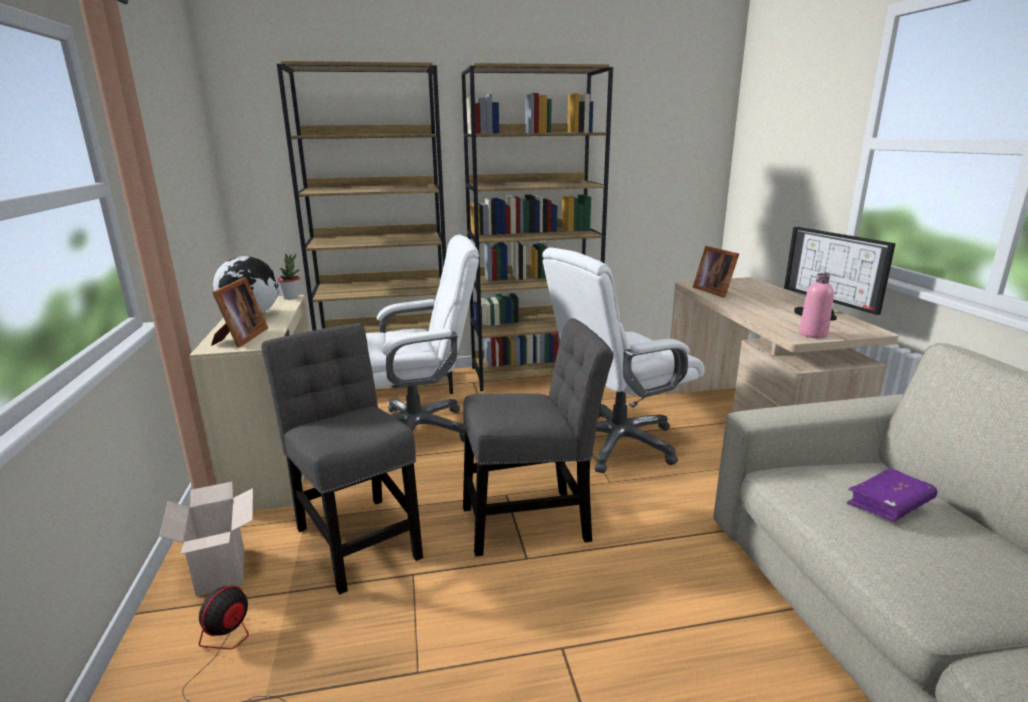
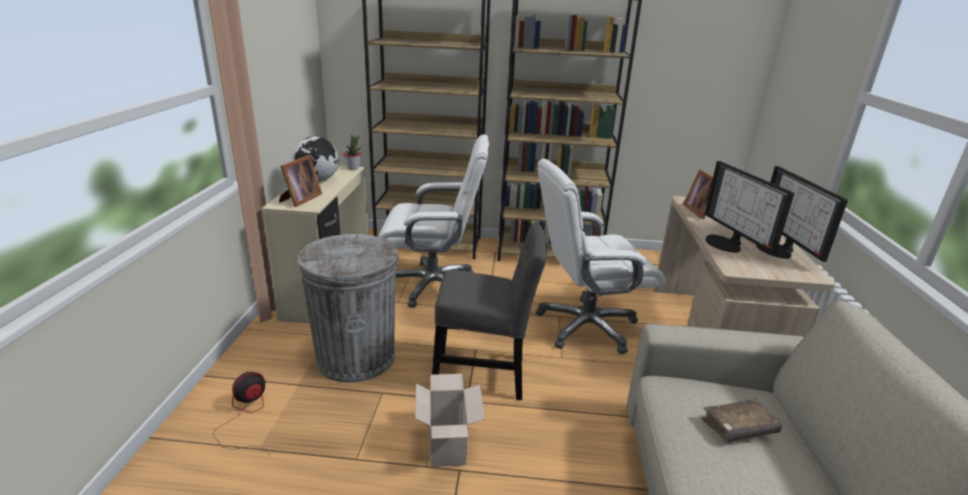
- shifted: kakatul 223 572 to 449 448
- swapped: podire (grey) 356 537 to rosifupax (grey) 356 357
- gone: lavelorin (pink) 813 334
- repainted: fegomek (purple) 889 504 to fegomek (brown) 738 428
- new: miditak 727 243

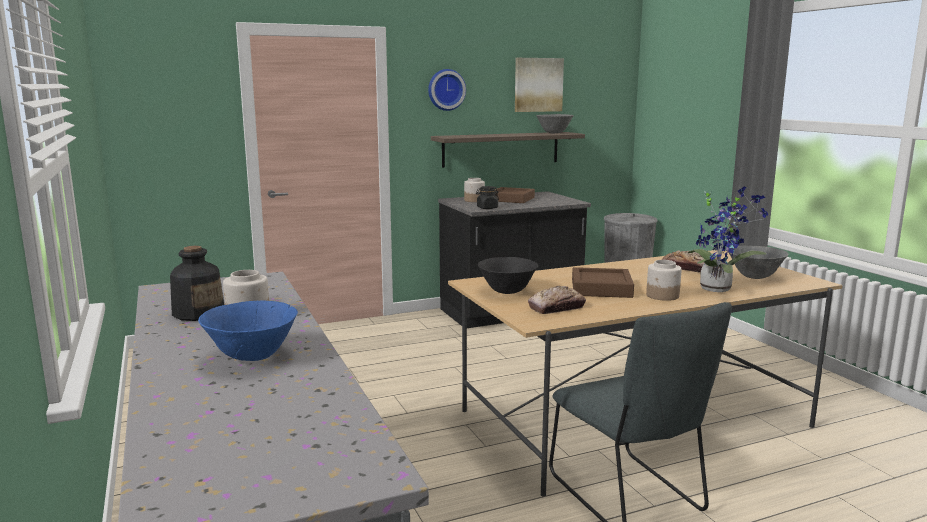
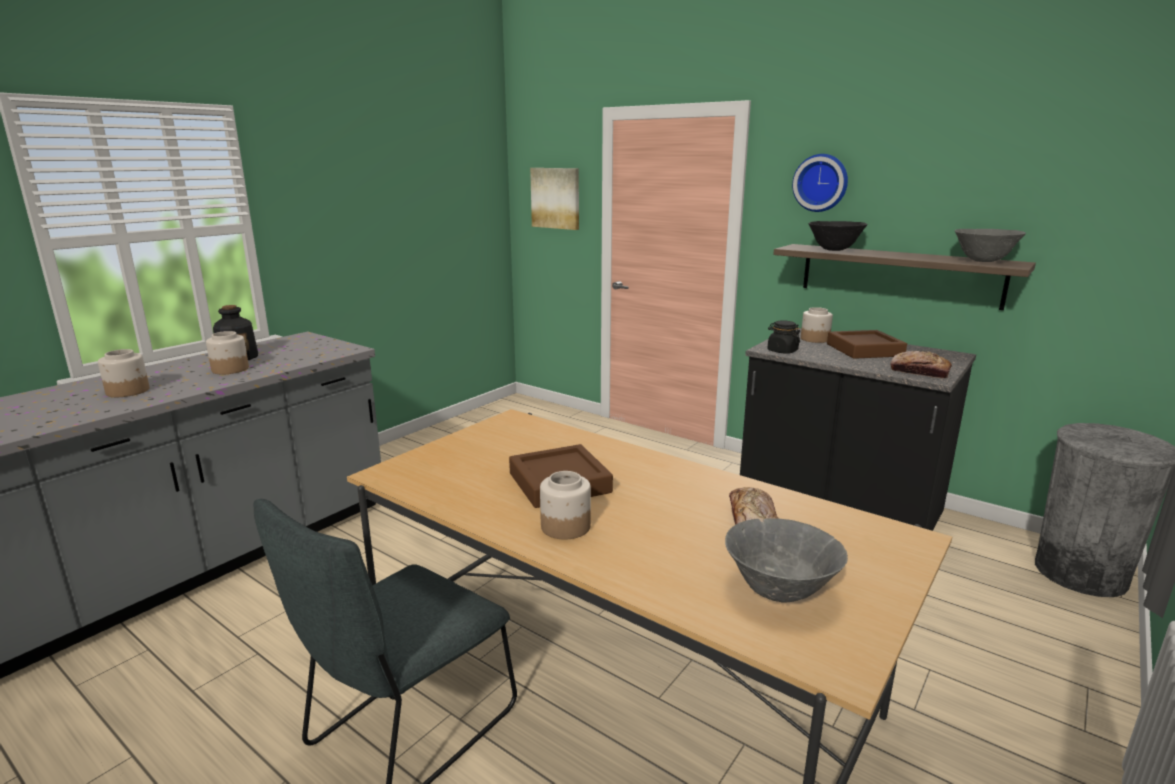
- swapped: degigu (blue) 252 357 to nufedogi 128 391
- shifted: degigu (black) 507 292 to 834 250
- shifted: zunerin 538 85 to 556 198
- shifted: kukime 556 308 to 919 371
- gone: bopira 718 288

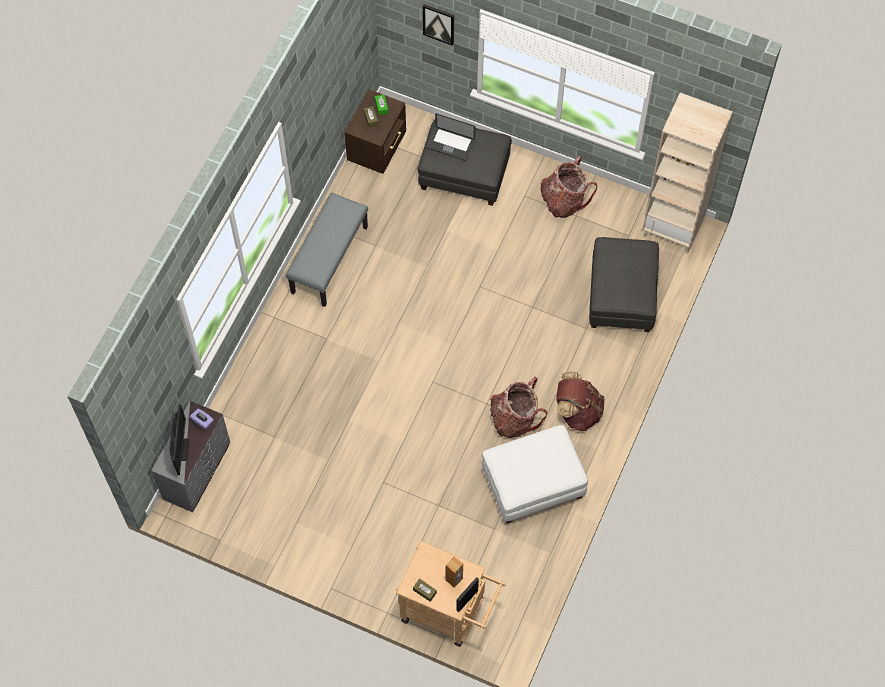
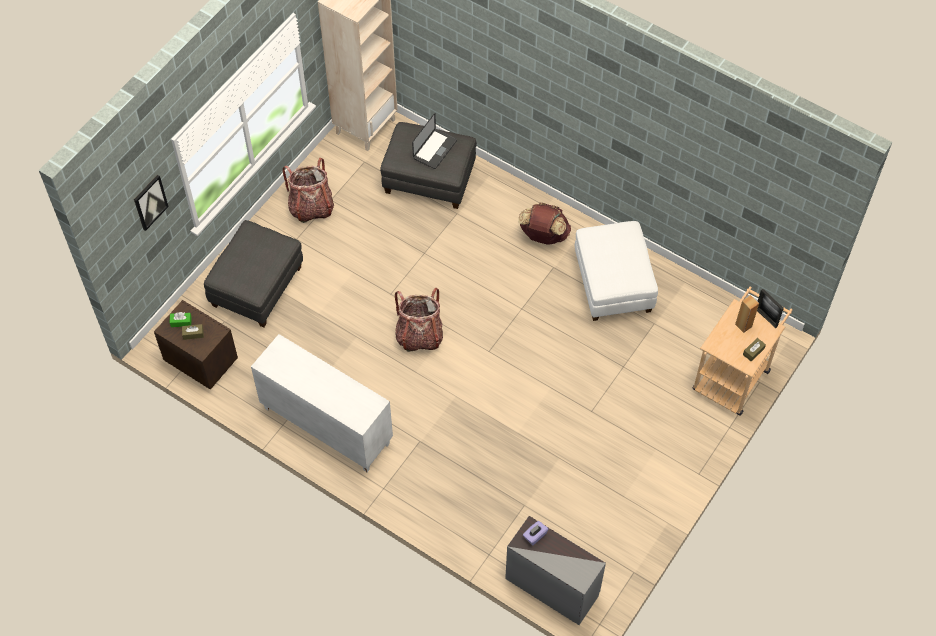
- gone: miditak 180 449
- swapped: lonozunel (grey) 329 259 to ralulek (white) 325 426
- shifted: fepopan 450 144 to 435 149
- shifted: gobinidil 514 418 to 419 335

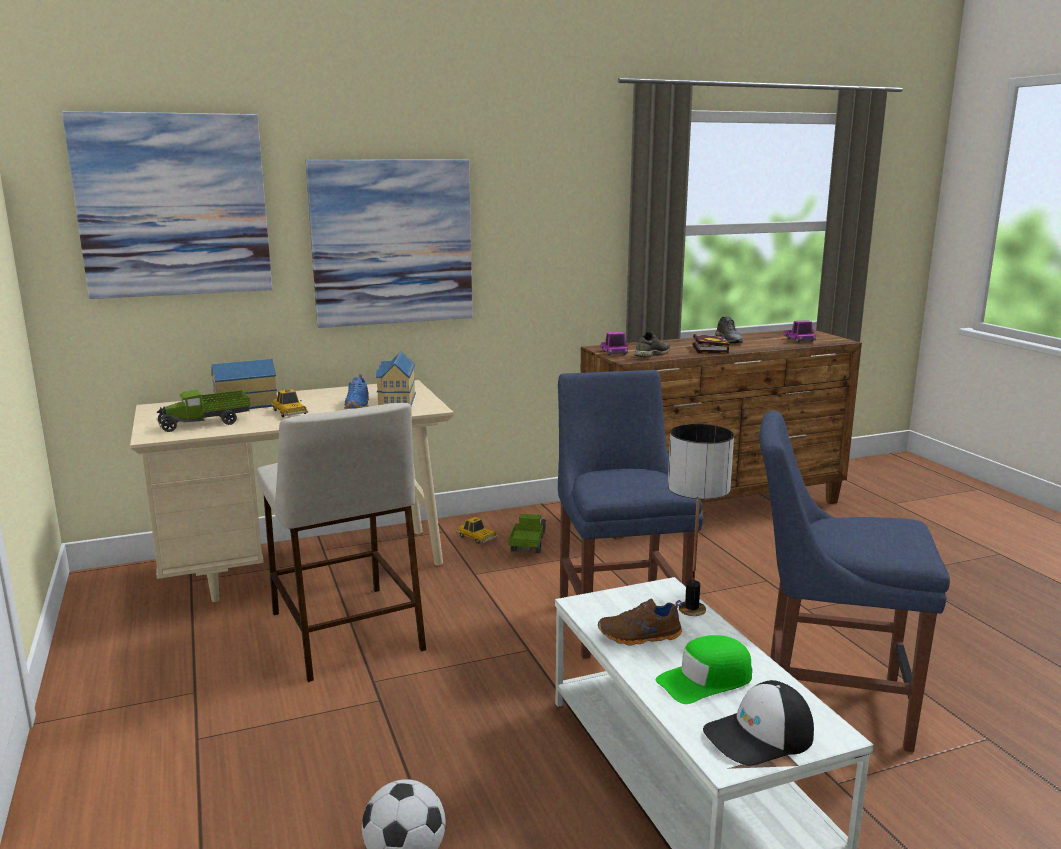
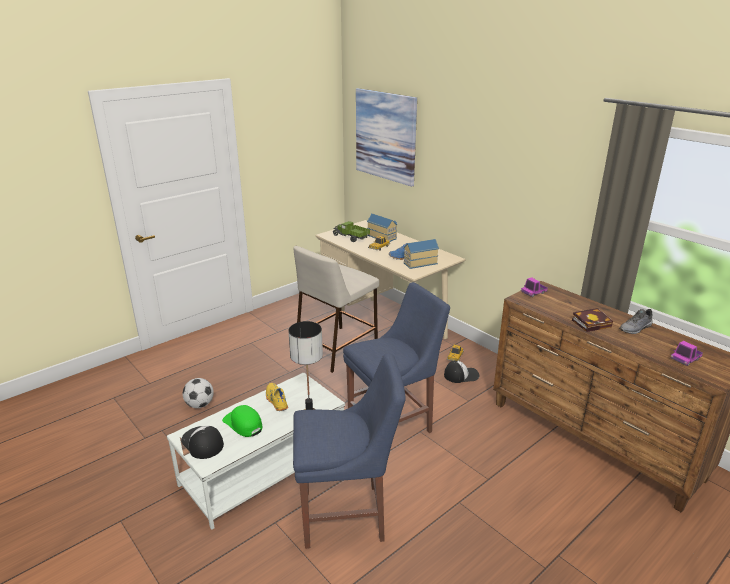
- gone: zunerin 392 242
- swapped: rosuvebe 528 544 to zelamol 461 375
- repainted: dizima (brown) 640 637 to dizima (yellow) 276 401
- gone: dizima (grey) 651 354
- rotated: podire (blue) 825 702 = 348 515 90 degrees clockwise

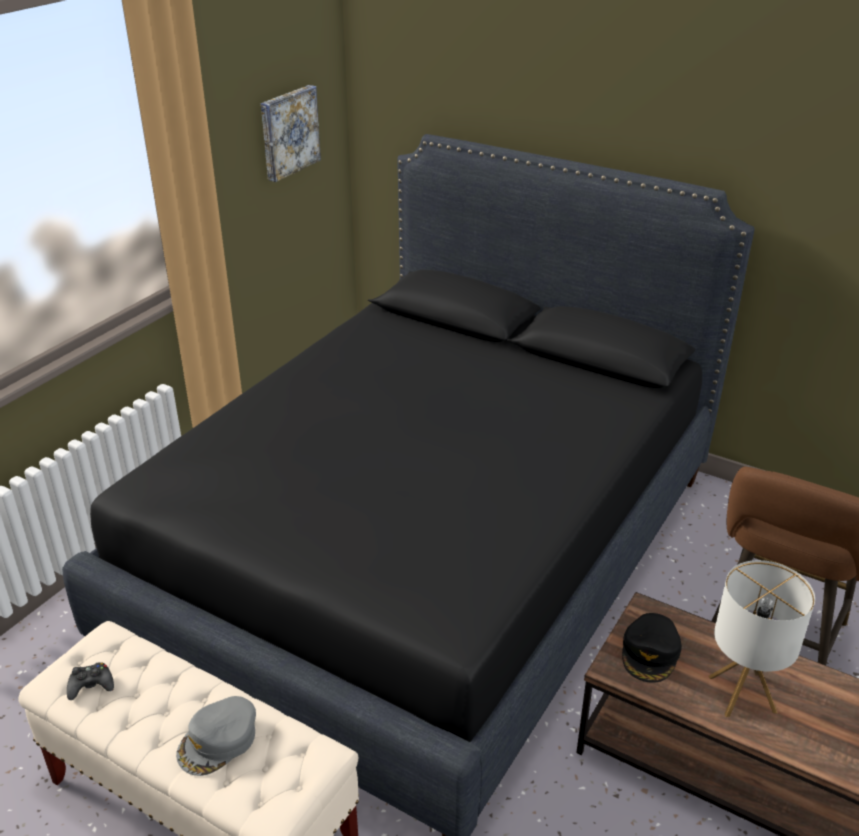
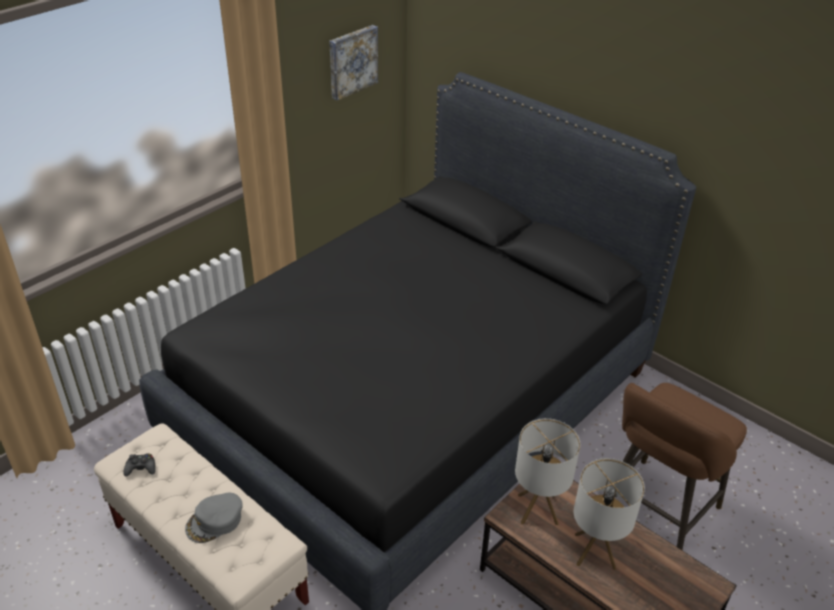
- swapped: zelamol (black) 650 653 to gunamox 538 509

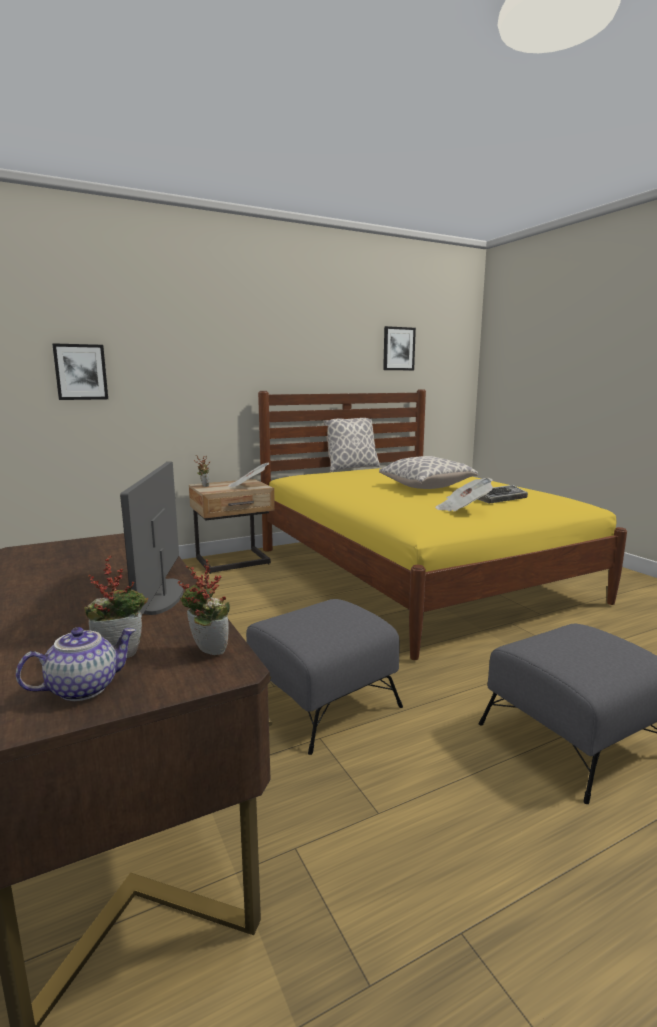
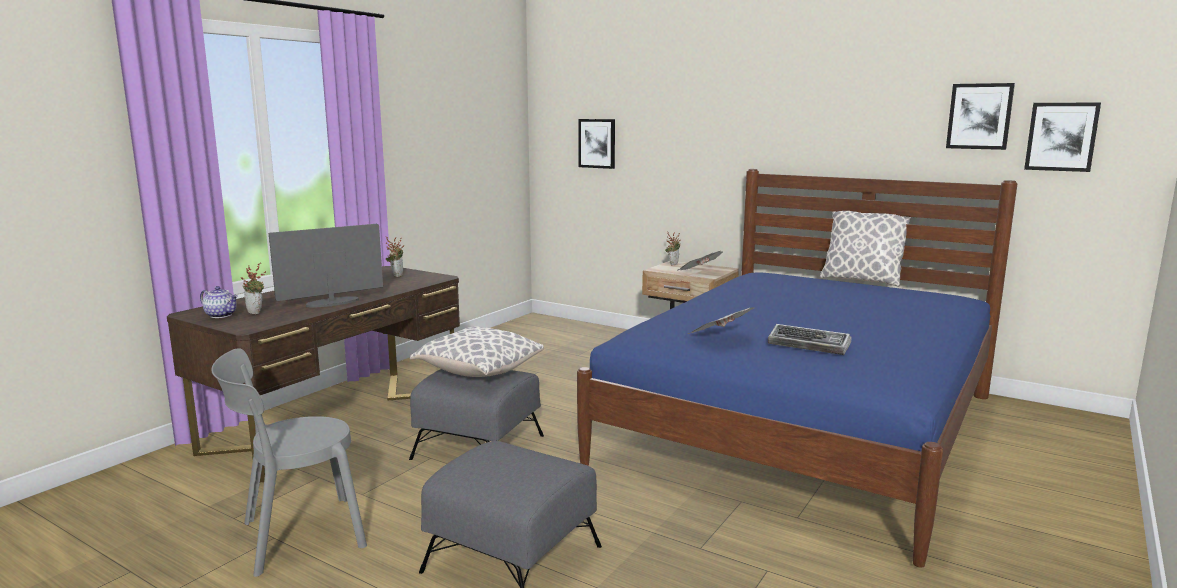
- shifted: bopira 206 652 to 396 275
- repainted: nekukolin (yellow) 415 574 to nekukolin (blue) 803 428
- shifted: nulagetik 426 487 to 478 371
- new: podire (grey) 296 536
- new: zunerin 1061 136

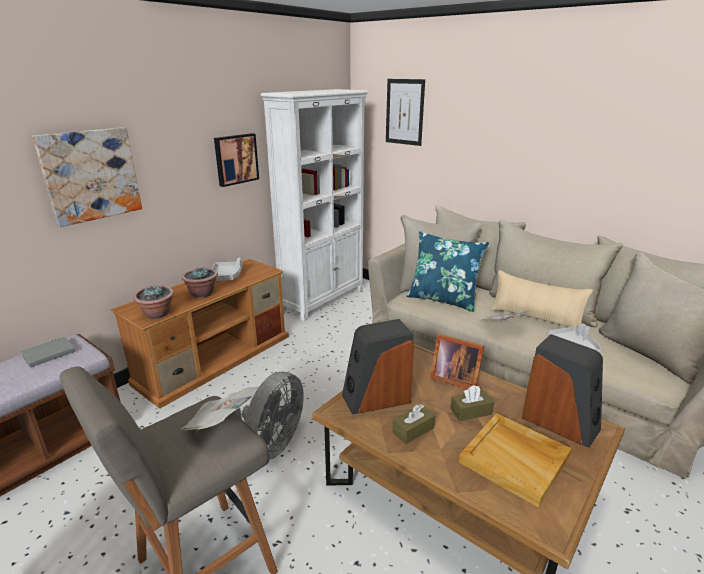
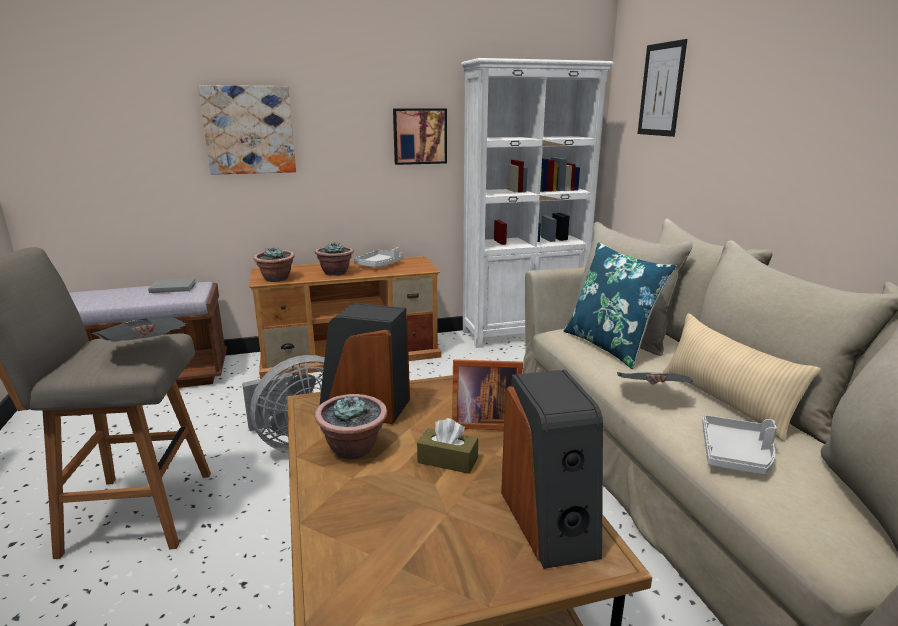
- swapped: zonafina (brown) 413 430 to bopira 354 449
- rotated: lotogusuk 453 378 = 483 421 60 degrees counterclockwise
- gone: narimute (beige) 515 459

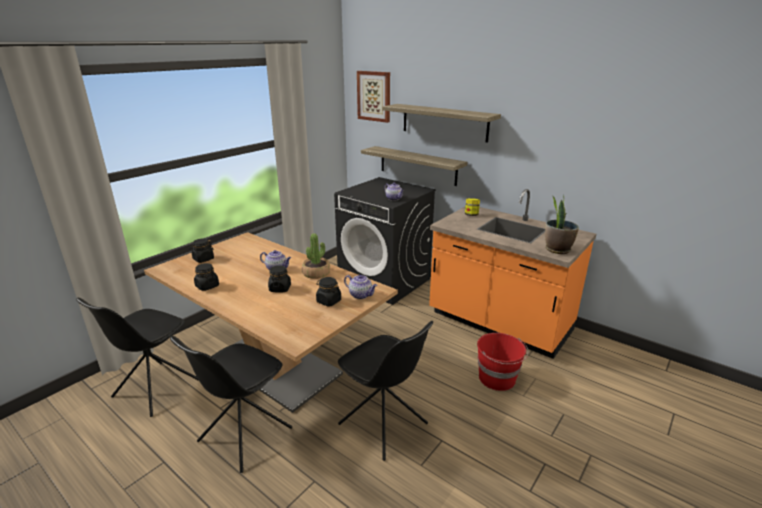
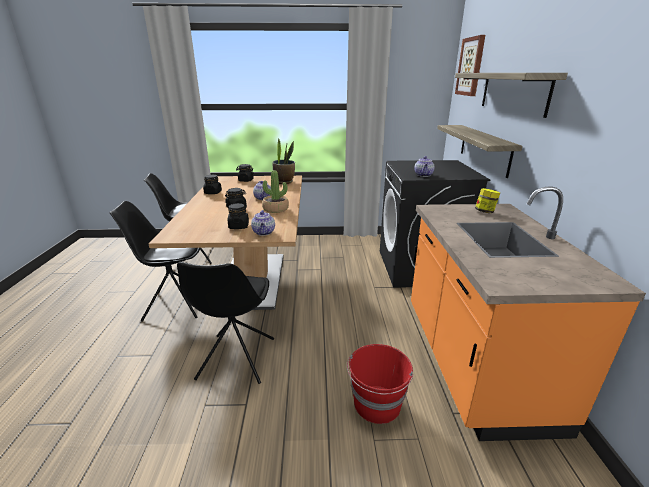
- shifted: bopira 557 249 to 284 182

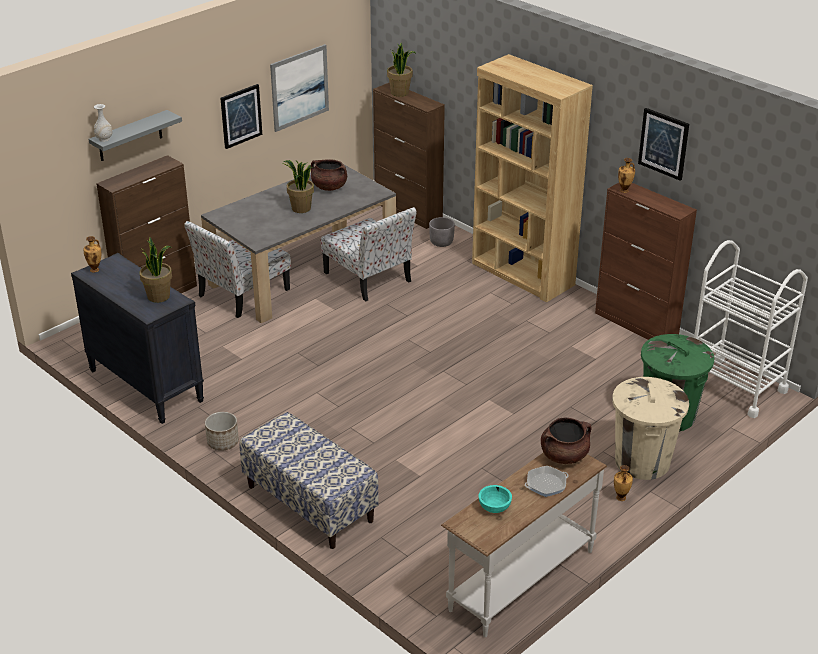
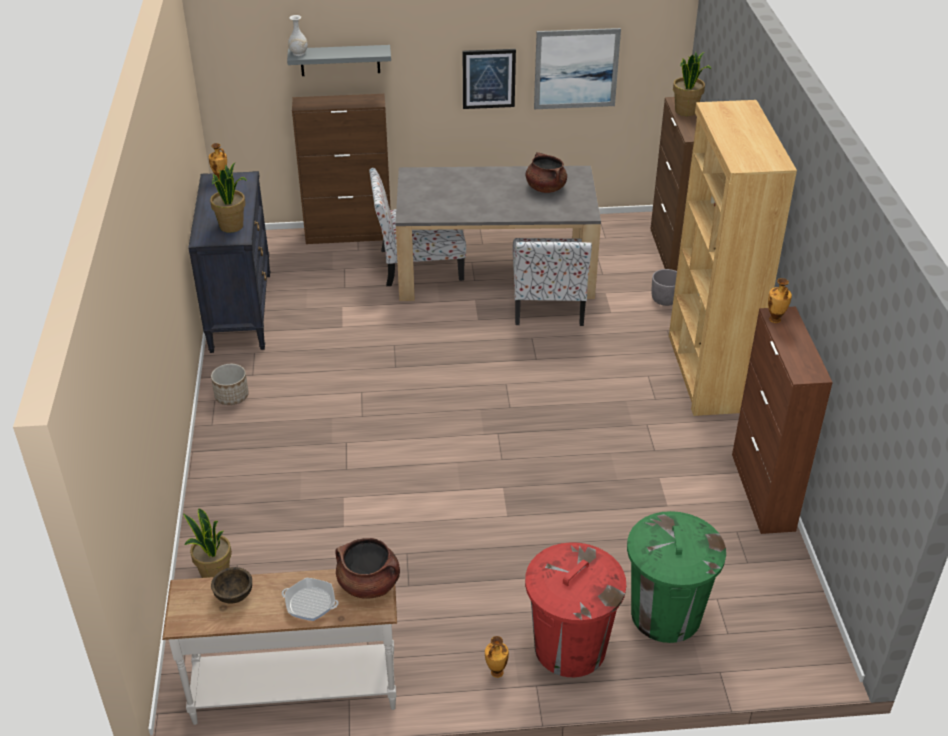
- gone: lonozunel 309 504
- shifted: bopira 301 208 to 214 574
- repainted: degigu (turquoise) 494 507 to degigu (brown) 233 595
- repainted: rosifupax (beige) 642 461 to rosifupax (red) 569 647
- gone: zunerin 663 143
- gone: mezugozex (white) 735 386

